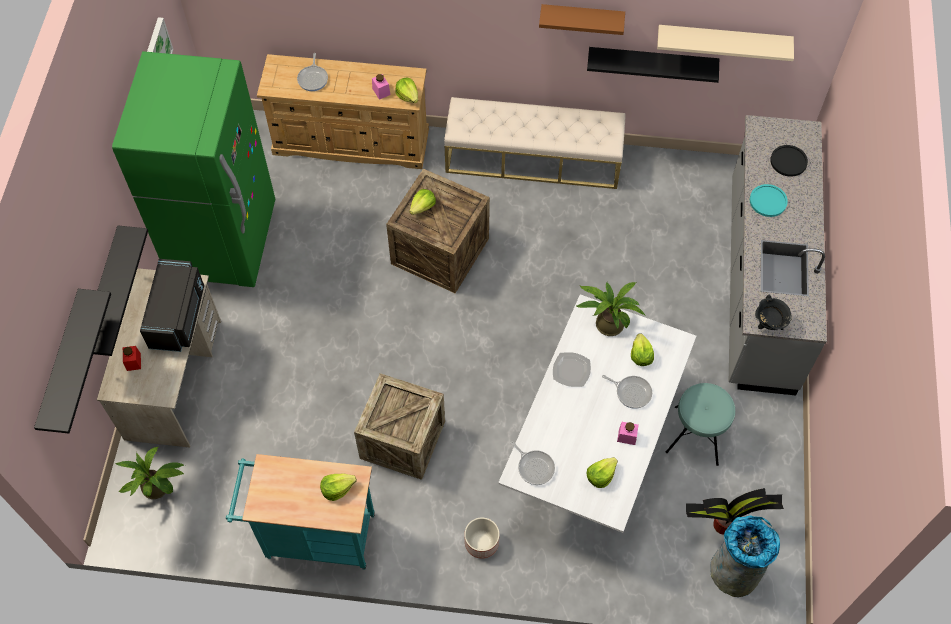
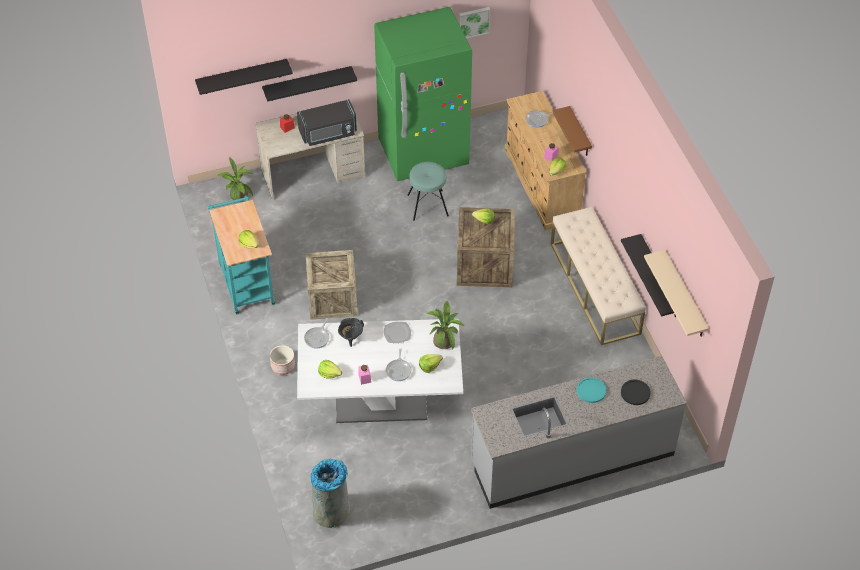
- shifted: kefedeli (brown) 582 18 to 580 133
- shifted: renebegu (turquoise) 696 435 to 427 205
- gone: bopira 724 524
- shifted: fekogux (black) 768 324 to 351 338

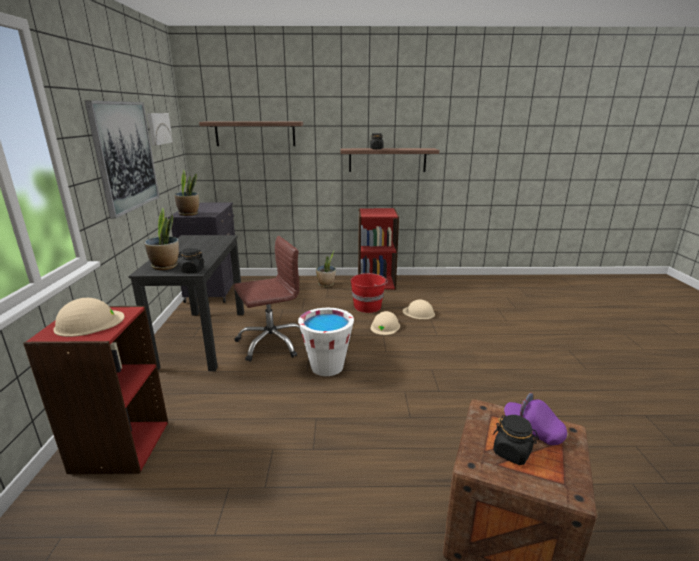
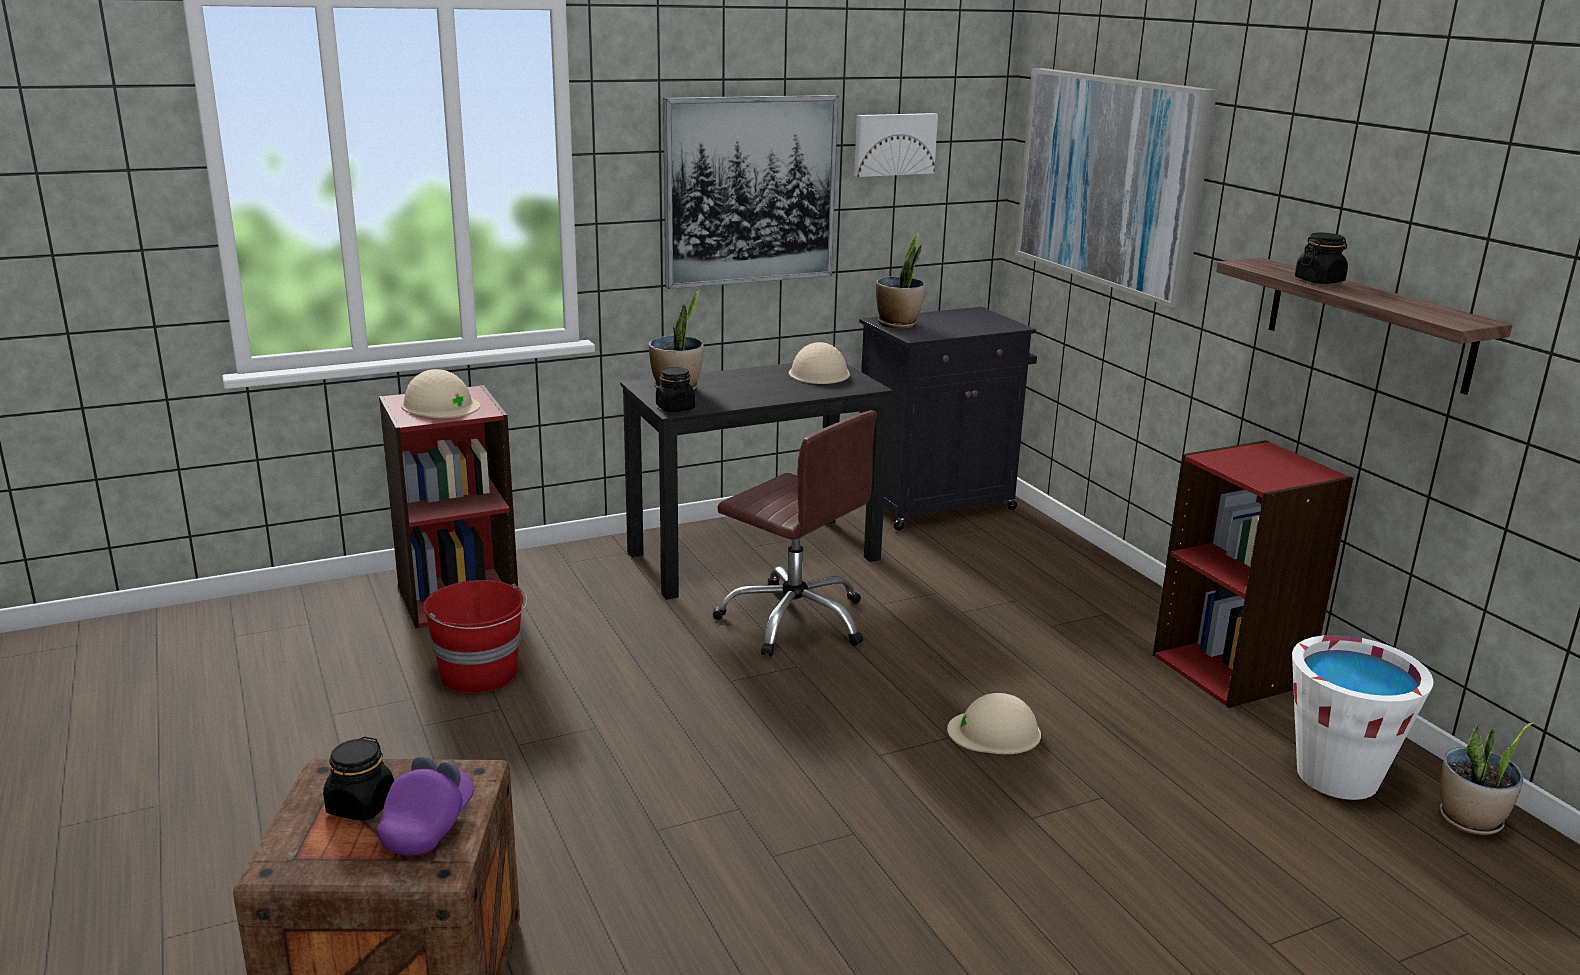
- swapped: kefedeli 255 134 to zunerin 1111 180
- shifted: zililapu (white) 327 367 to 1337 776
- shifted: bopira 326 284 to 1469 821
- shifted: zililapu (red) 368 306 to 480 674
- shifted: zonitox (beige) 418 313 to 819 373

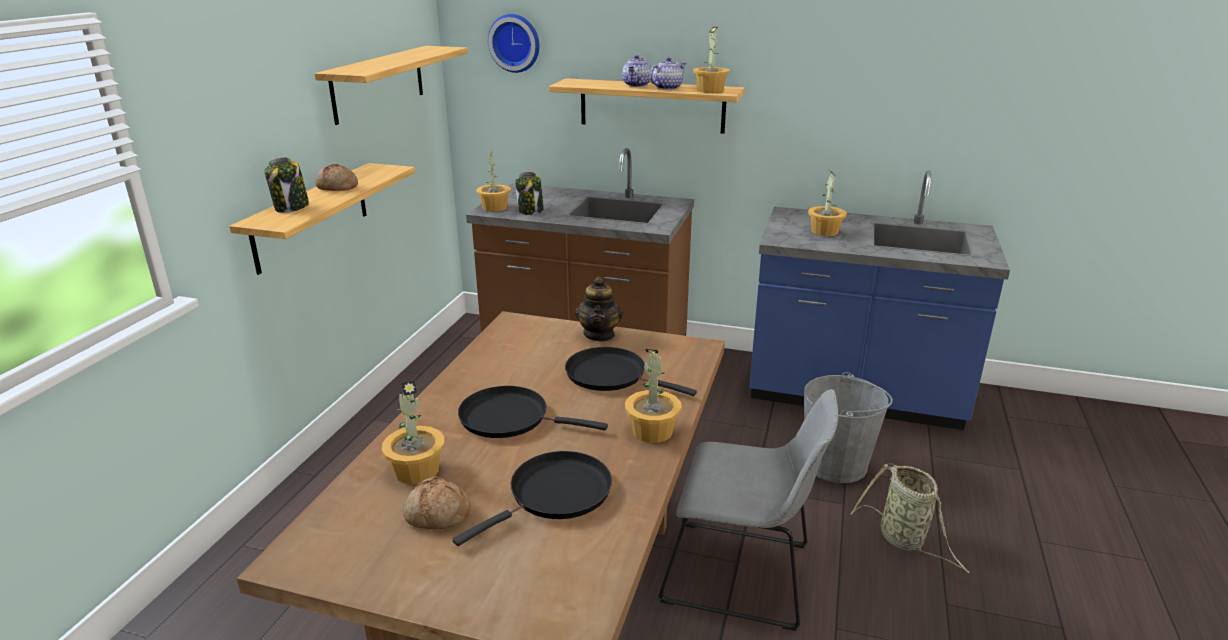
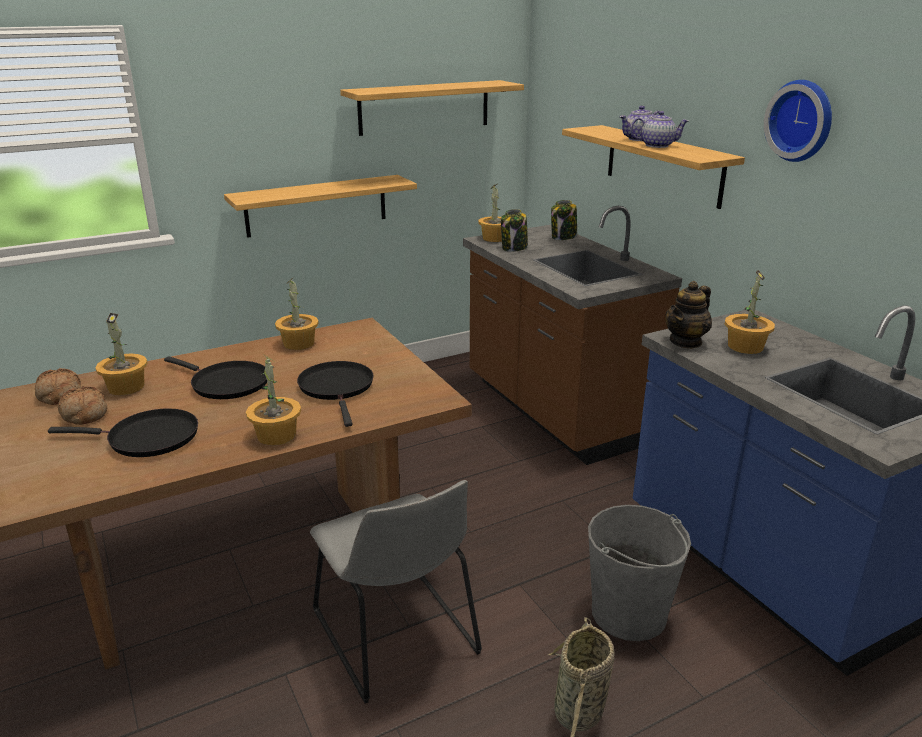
- shifted: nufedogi 291 207 to 563 237
- shifted: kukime 337 187 to 58 395
- rotated: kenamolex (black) 510 418 = 226 383 150 degrees clockwise
- shifted: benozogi 515 43 to 802 120
- shifted: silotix 599 334 to 686 342
- shifted: bopira 710 90 to 299 343

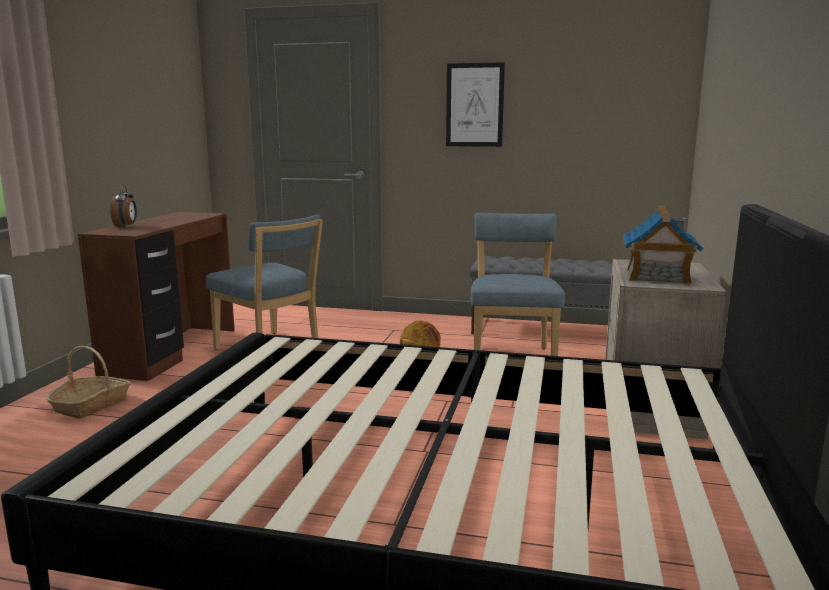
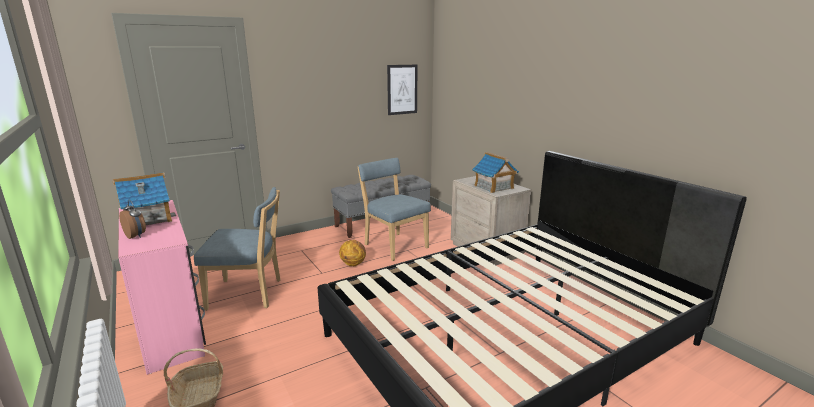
- repainted: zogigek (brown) 173 351 to zogigek (pink) 172 326
- shifted: zunerin 474 105 to 402 89
- new: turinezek 147 219

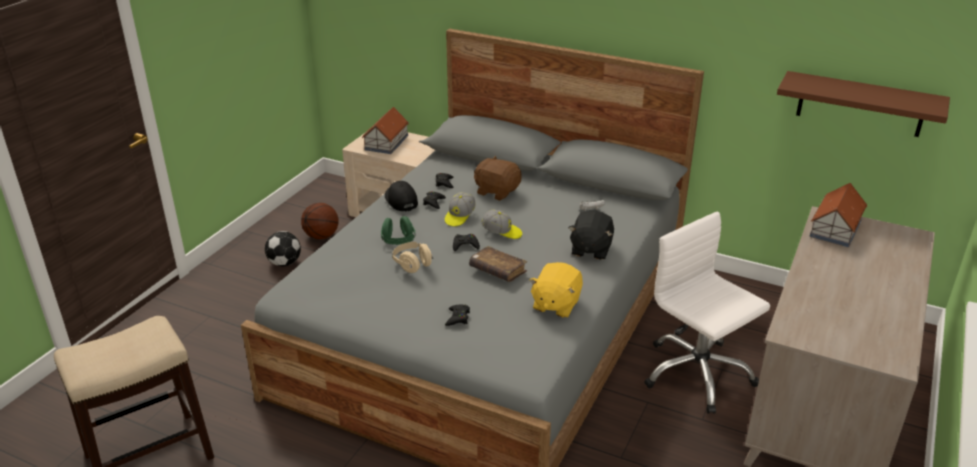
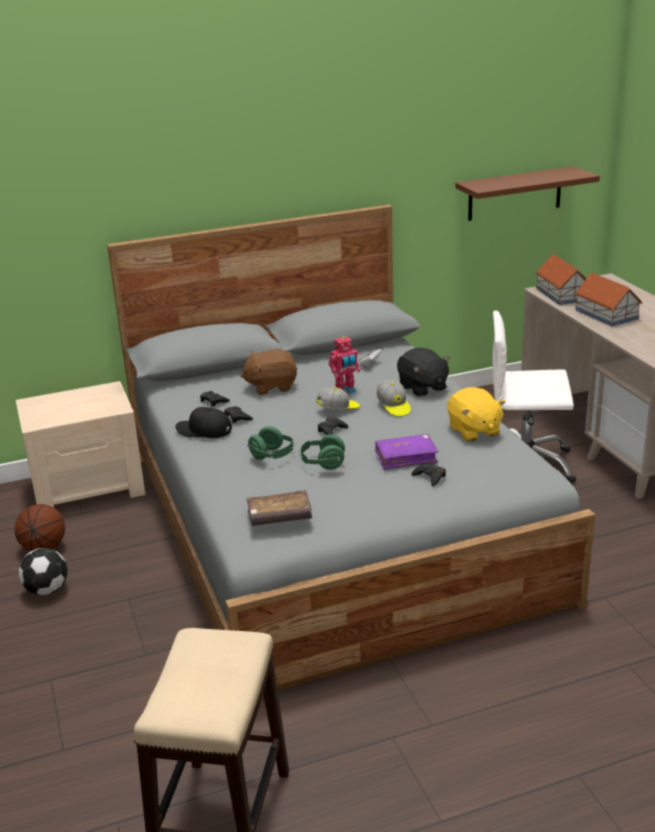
- shifted: turinezek 387 142 to 606 314
- repainted: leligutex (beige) 412 264 to leligutex (green) 322 463
- shifted: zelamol 459 216 to 393 406
- shifted: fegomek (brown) 497 270 to 279 517
- new: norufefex 345 391
- new: fegomek (purple) 406 458

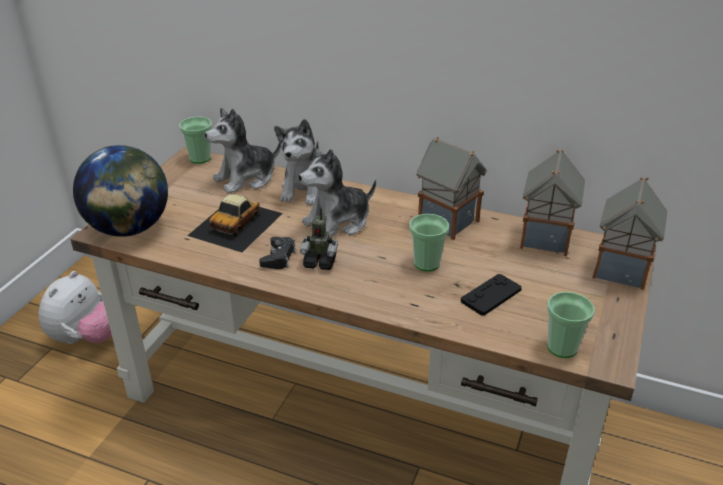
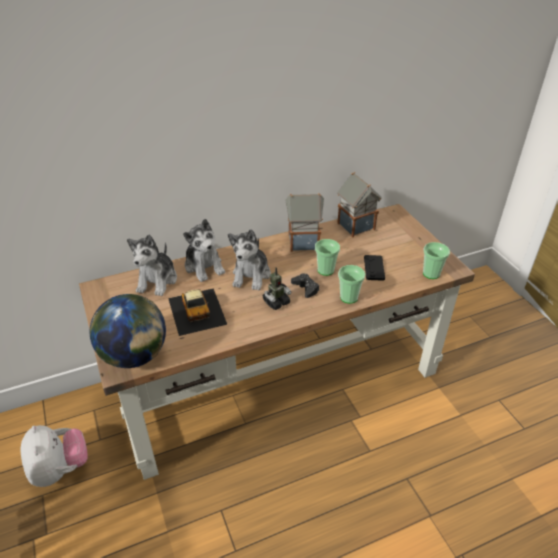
- shifted: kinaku 200 158 to 349 297
- shifted: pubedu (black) 279 257 to 305 288
- gone: turinezek 621 271

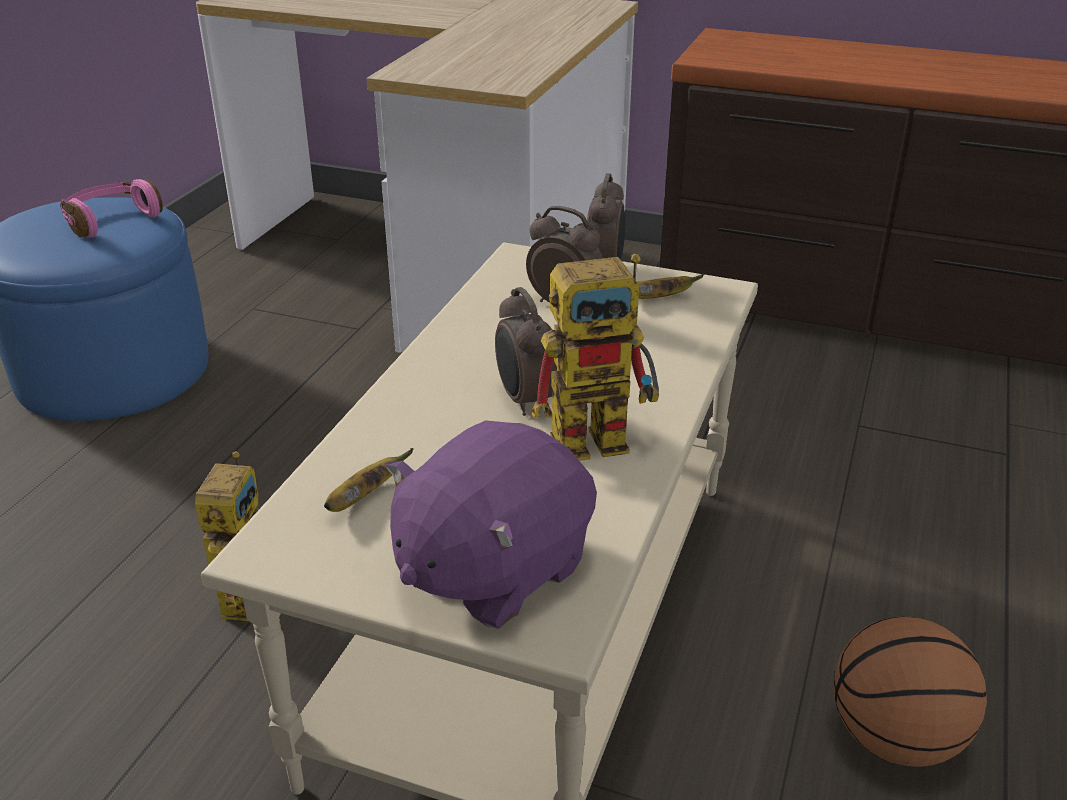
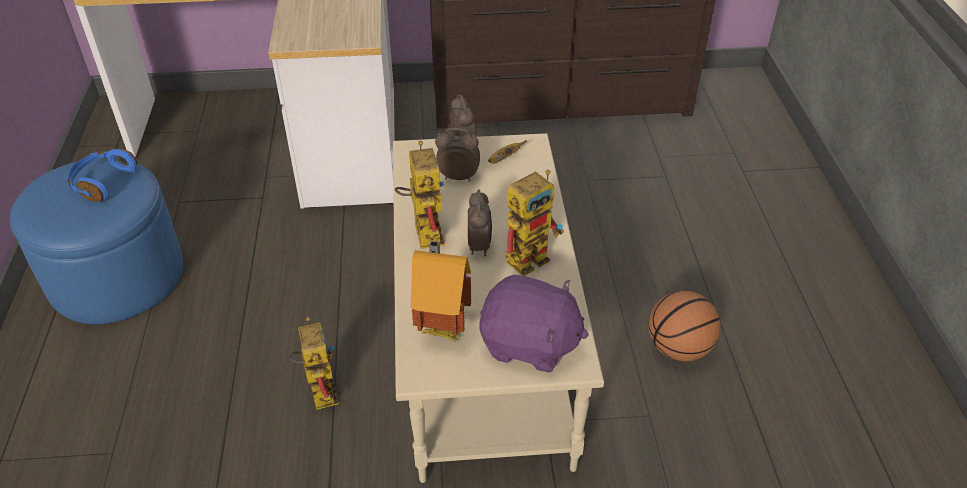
- repainted: leligutex (pink) 110 220 to leligutex (blue) 102 182
- swapped: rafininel 364 497 to turinezek 443 328
- rotated: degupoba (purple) 491 569 = 529 344 90 degrees counterclockwise
- rotated: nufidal 524 400 = 480 246 135 degrees counterclockwise
- new: norufefex 423 230

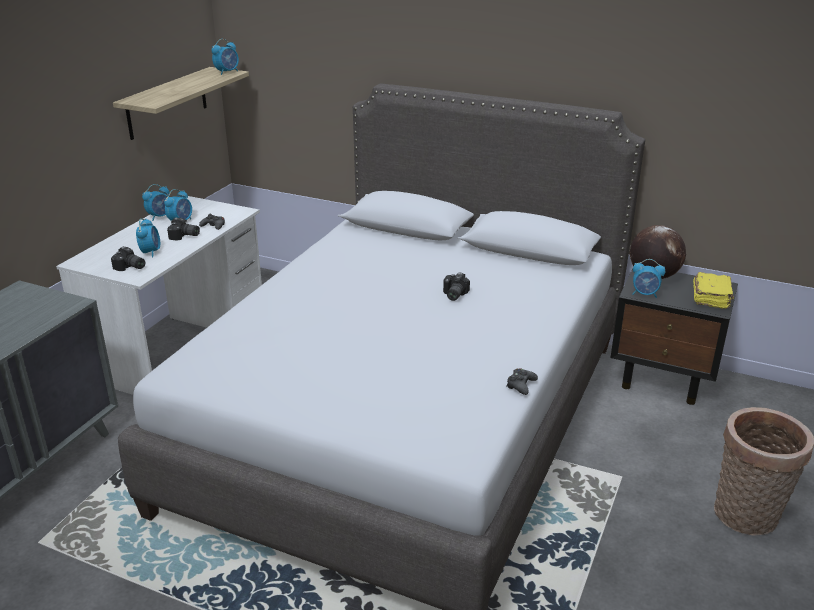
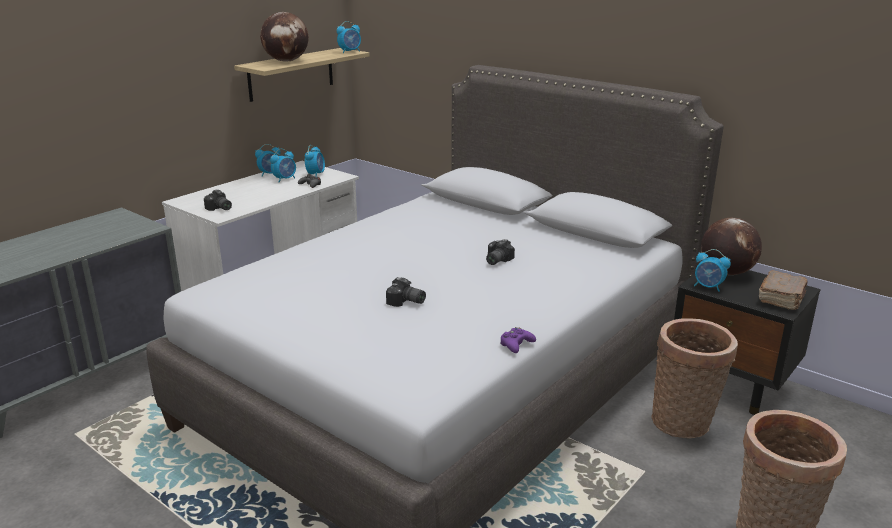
- shifted: nufidal 150 252 to 316 174
- shifted: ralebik 184 236 to 406 302
- repainted: pubedu (black) 521 385 to pubedu (purple) 516 344
- repainted: fegomek (yellow) 711 298 to fegomek (brown) 782 299
- new: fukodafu 287 61
- new: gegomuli 684 423

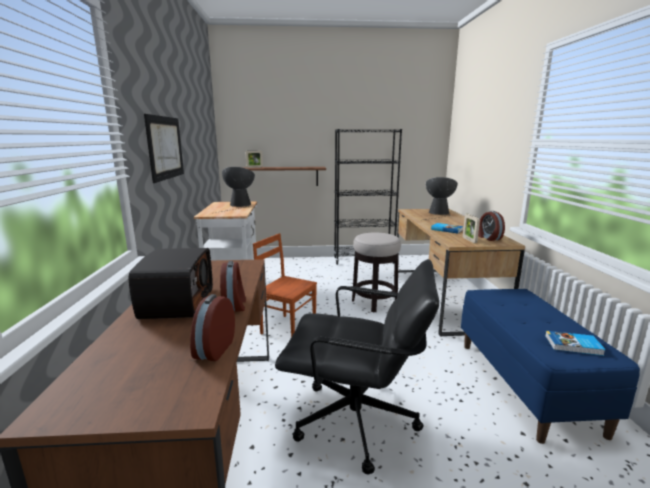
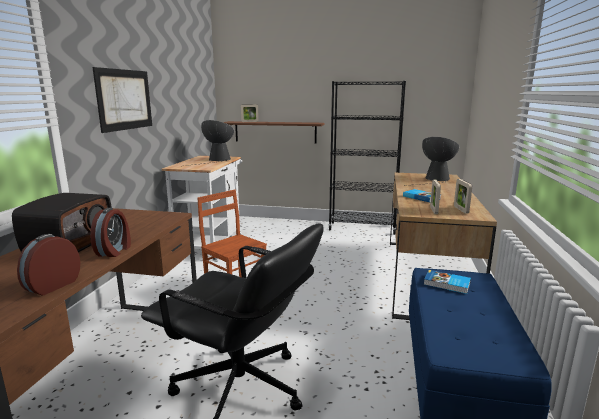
- gone: renebegu 374 302
- swapped: nufidal 488 238 to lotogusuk 461 210
- shifted: fegomek 573 346 to 447 284

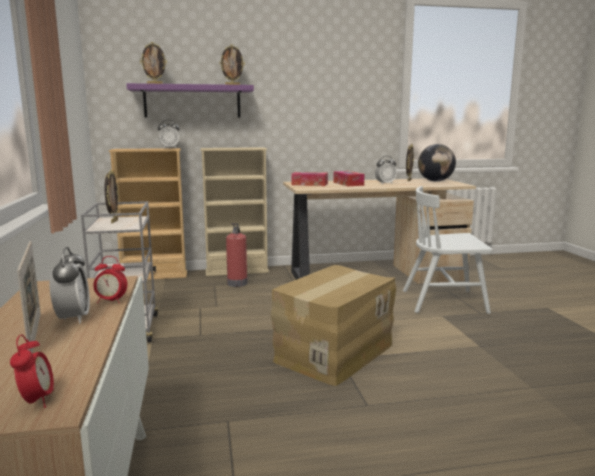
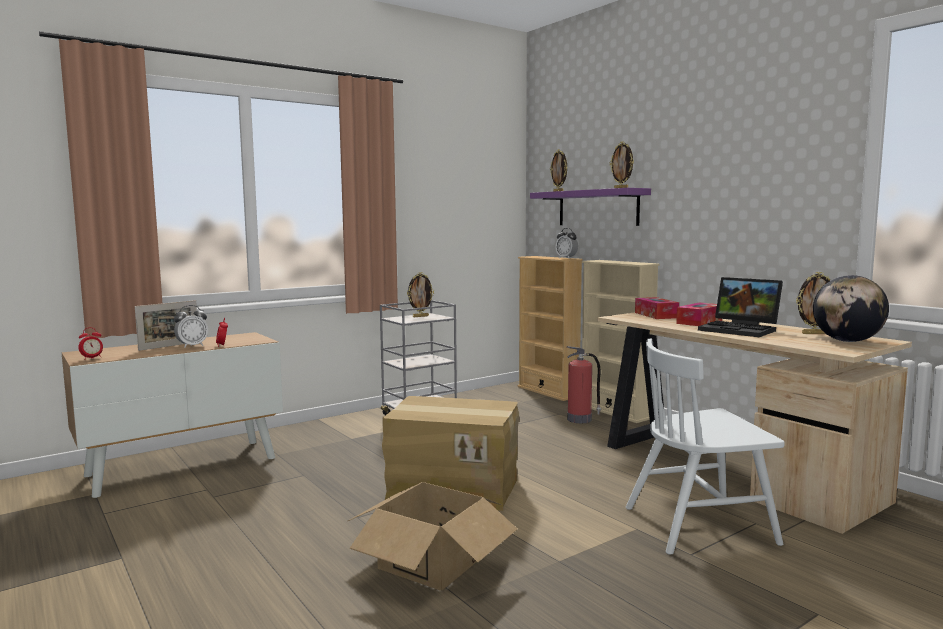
- swapped: nufidal 385 184 to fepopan 741 330
- rotated: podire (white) 444 301 = 700 525 75 degrees counterclockwise
- new: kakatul 431 561

